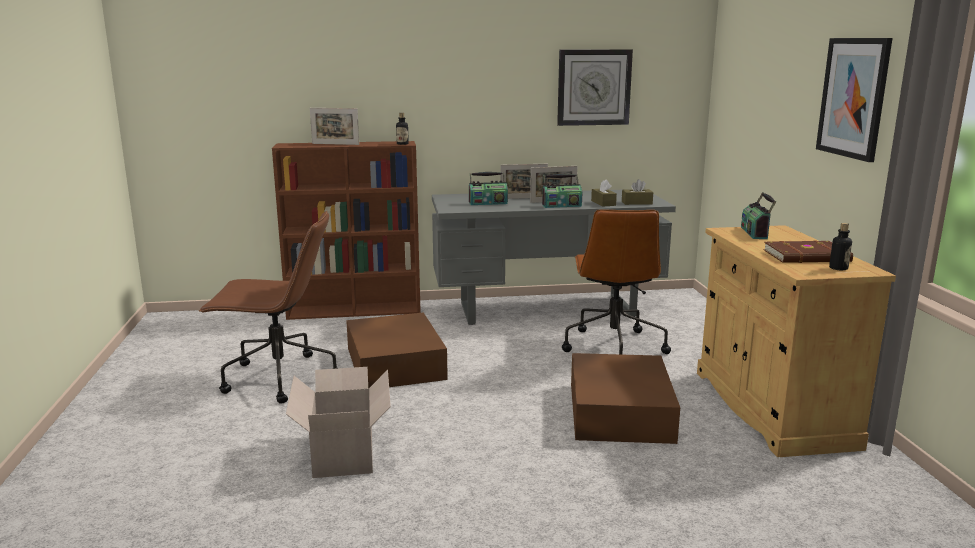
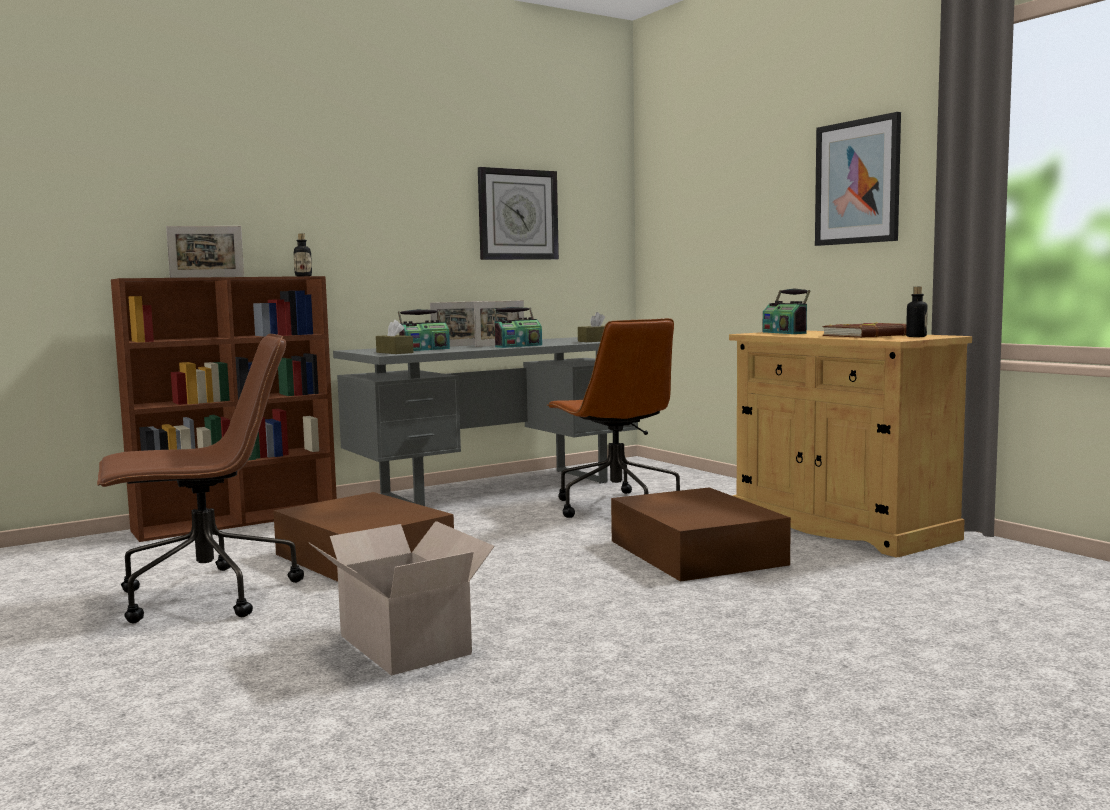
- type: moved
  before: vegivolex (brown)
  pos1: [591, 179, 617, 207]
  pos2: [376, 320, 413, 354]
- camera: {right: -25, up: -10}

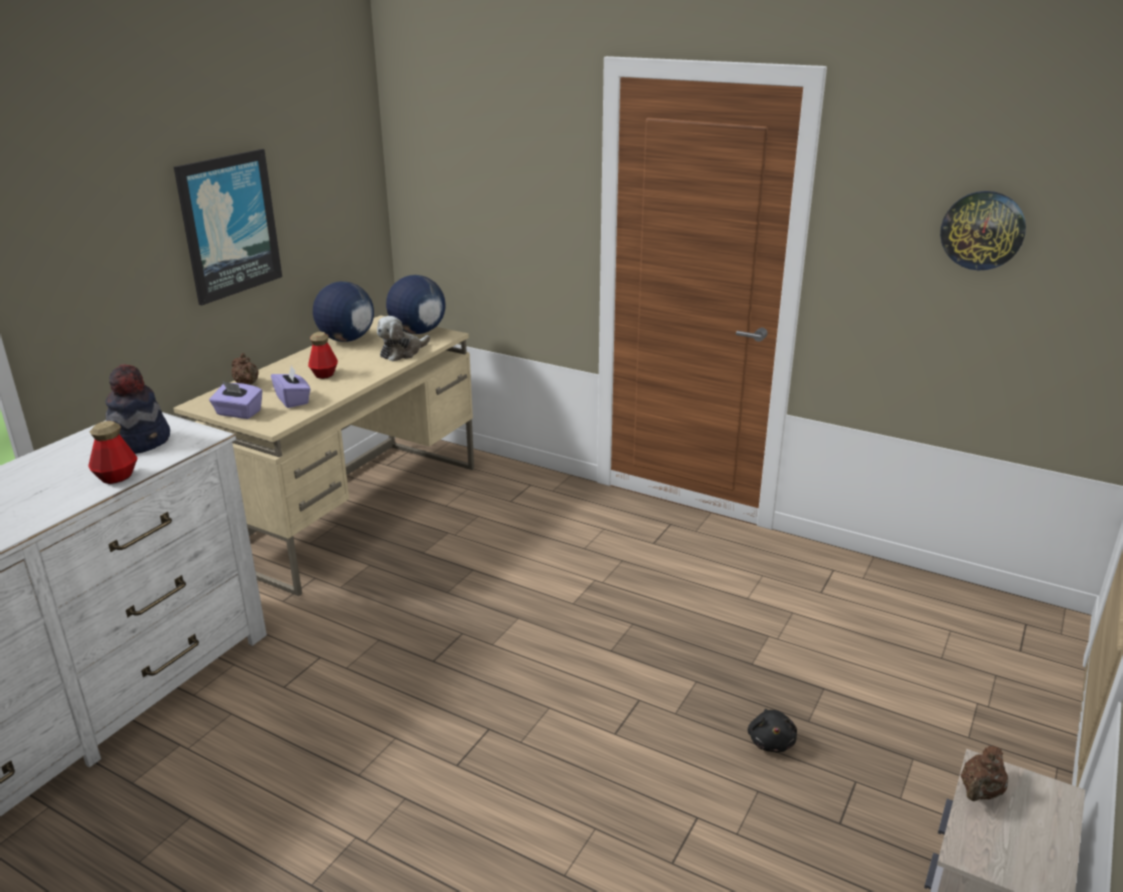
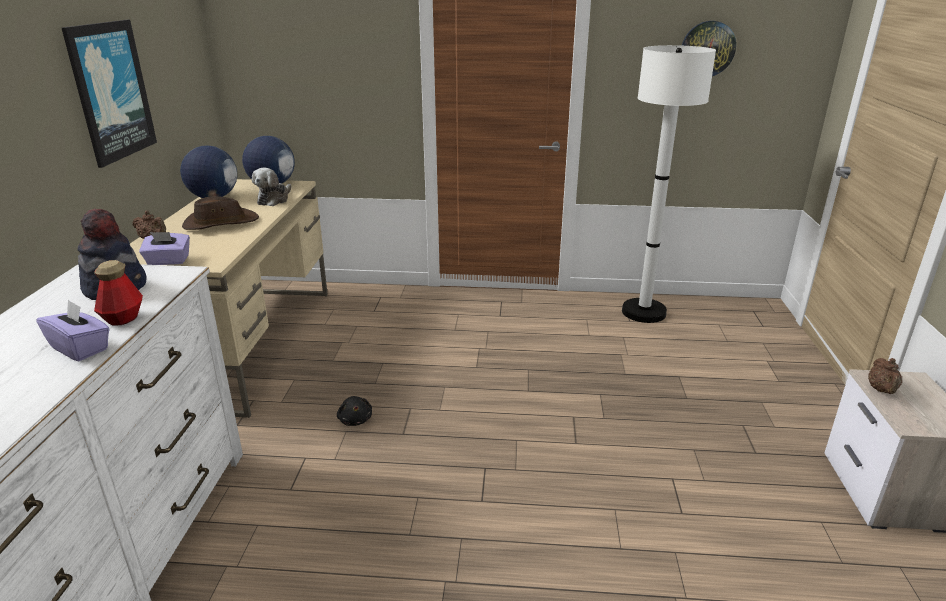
- type: moved
  before: vegivolex (purple)
  pos1: [271, 366, 311, 408]
  pos2: [37, 299, 109, 361]
- type: replaced
  before: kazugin
  after: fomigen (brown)
  pos1: [308, 332, 338, 379]
  pos2: [182, 196, 259, 230]
- type: moved
  before: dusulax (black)
  pos1: [748, 709, 797, 752]
  pos2: [337, 396, 372, 426]
- type: added
  after: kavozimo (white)
  pos2: [622, 45, 716, 323]
- camera: {right: -25, up: 0}

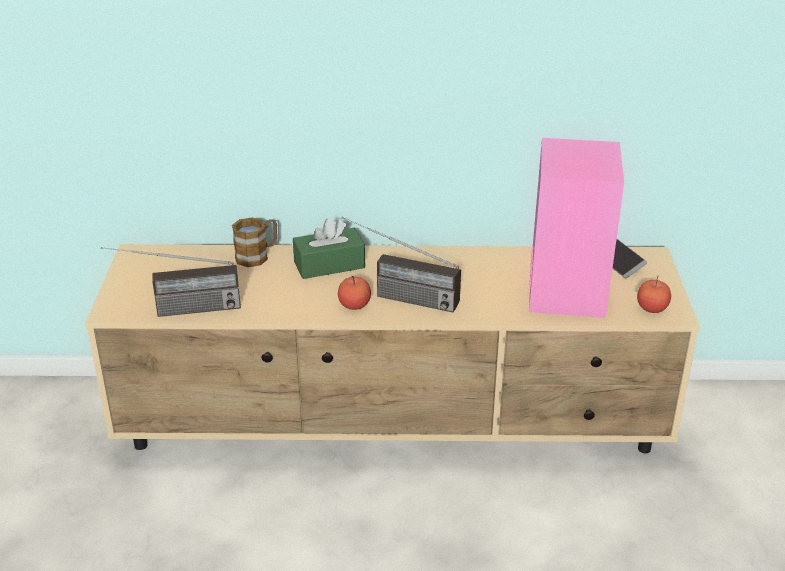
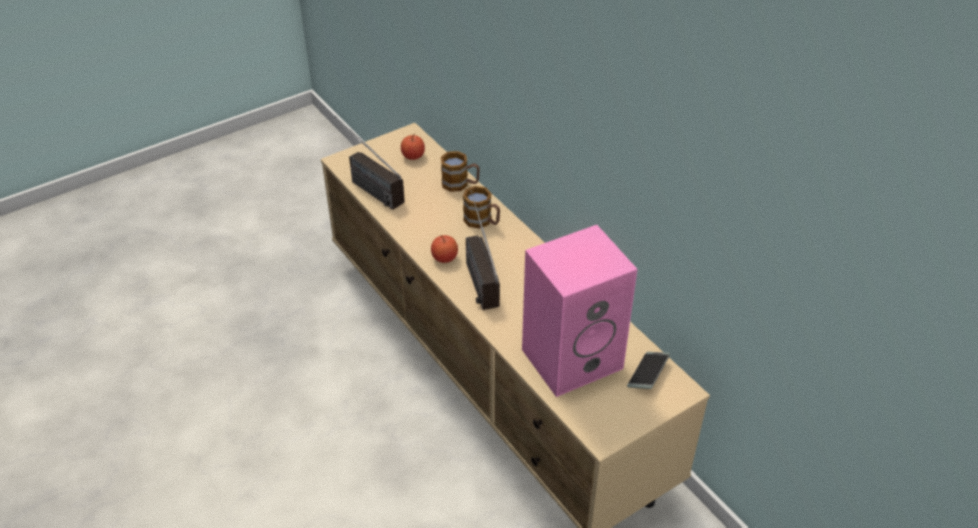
- type: moved
  before: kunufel
  pos1: [637, 276, 671, 313]
  pos2: [401, 133, 425, 160]
- type: replaced
  before: vegivolex (green)
  after: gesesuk
  pos1: [293, 218, 365, 279]
  pos2: [463, 186, 500, 229]
- camera: {right: 55, up: 10}

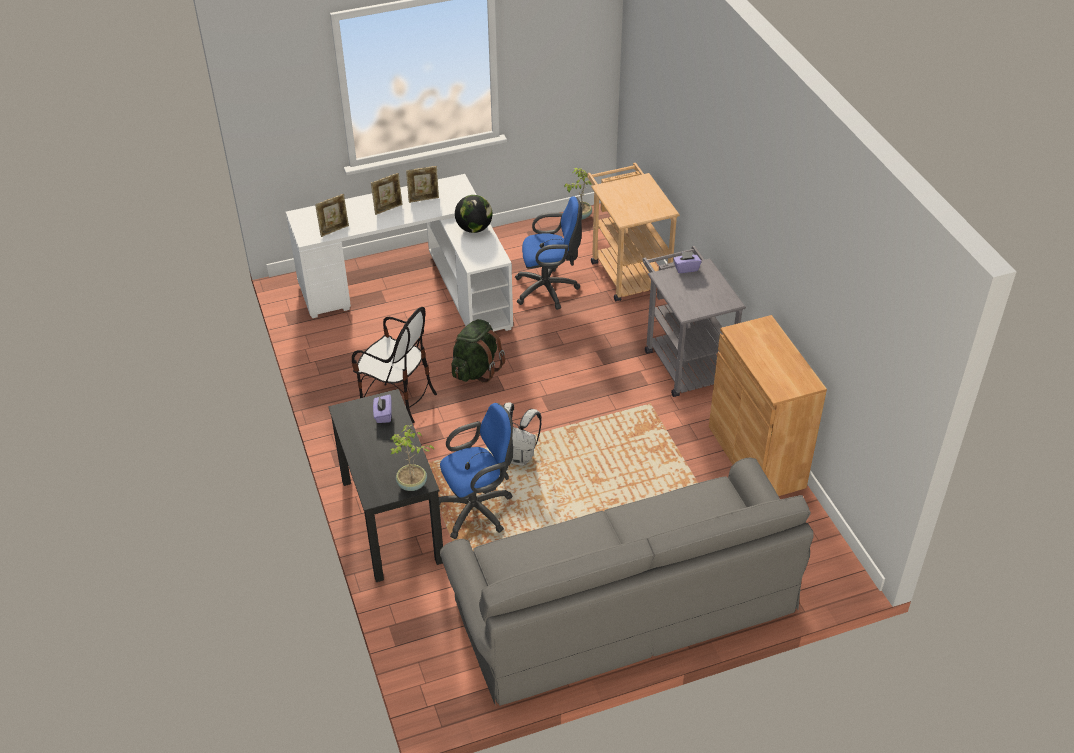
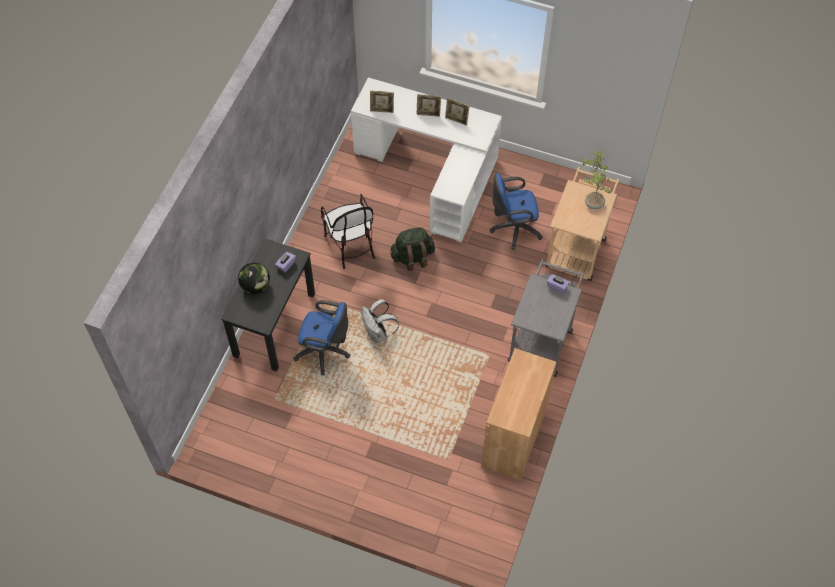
- type: moved
  before: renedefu
  pos1: [455, 195, 492, 233]
  pos2: [238, 263, 270, 294]
- type: turned
  before: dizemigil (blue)
  pos1: [515, 196, 582, 310]
  pos2: [490, 173, 543, 250]
  turn: 135
- type: moved
  before: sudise
  pos1: [390, 425, 434, 491]
  pos2: [585, 171, 611, 209]
- type: removed
  before: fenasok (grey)
  pos1: [440, 458, 814, 706]
- camera: {right: 40, up: 15}

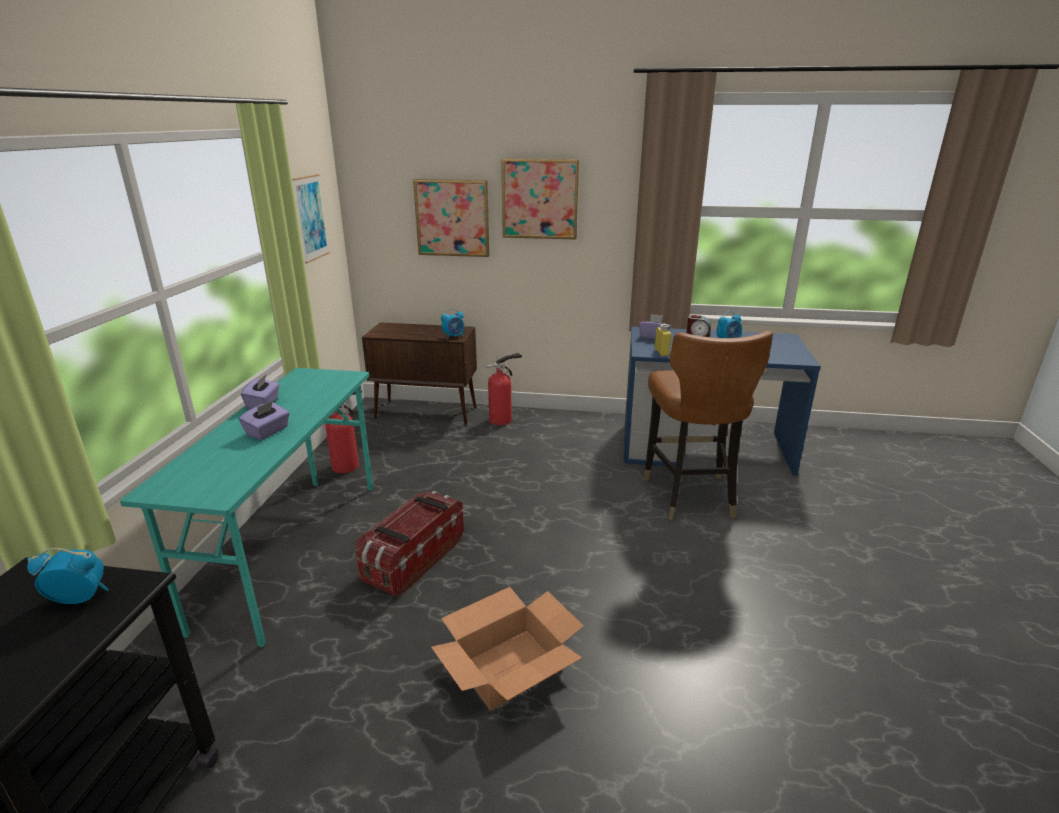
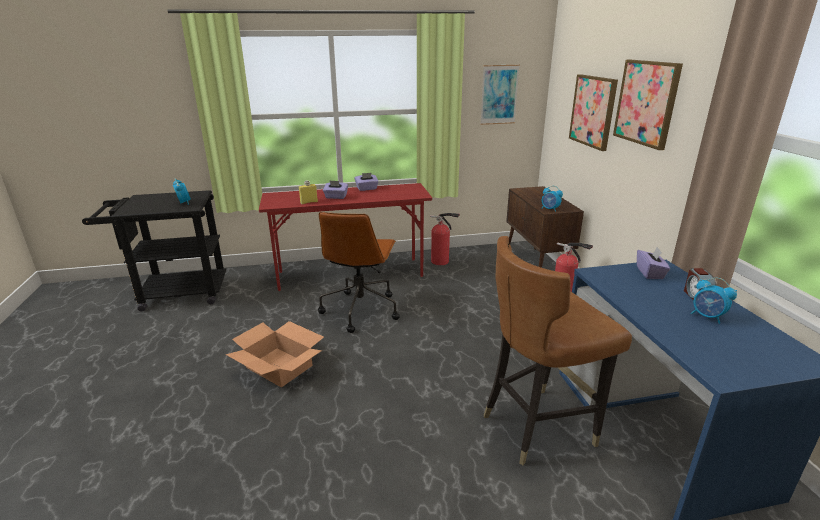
- type: recoloured
  before: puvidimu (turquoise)
  after: puvidimu (red)
  pos1: [120, 368, 373, 647]
  pos2: [259, 183, 432, 291]
- type: moved
  before: kazugin (yellow)
  pos1: [654, 324, 671, 356]
  pos2: [299, 180, 318, 204]
- type: replaced
  before: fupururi
  after: dizemigil (brown)
  pos1: [355, 491, 464, 597]
  pos2: [318, 212, 400, 333]
- camera: {right: 70, up: 0}

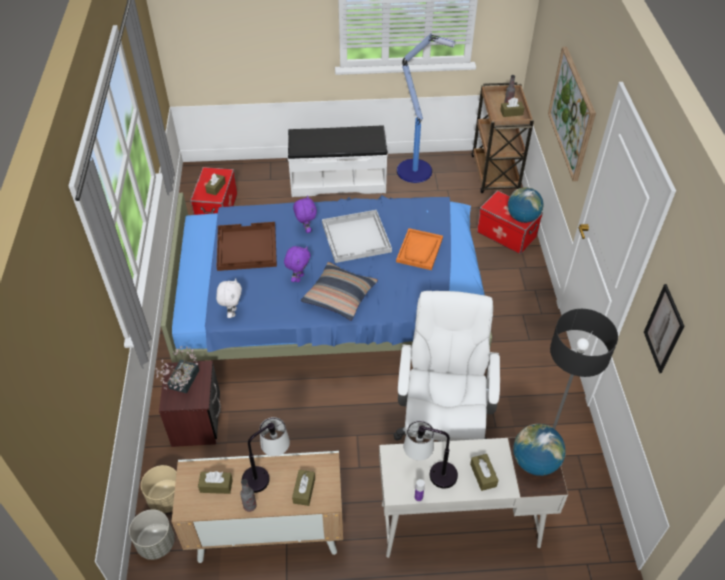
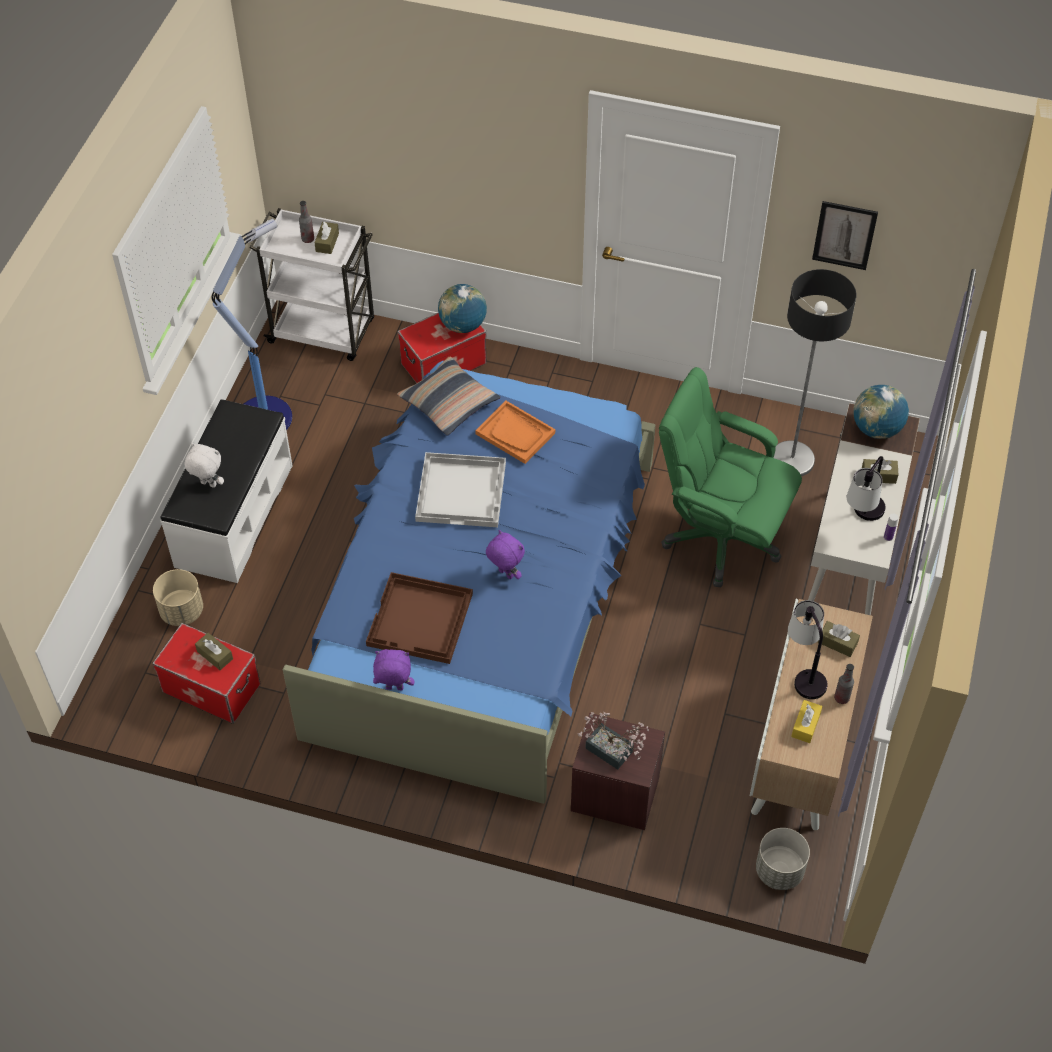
- type: moved
  before: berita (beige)
  pos1: [141, 465, 177, 513]
  pos2: [153, 569, 203, 626]
- type: moved
  before: dusulax (white)
  pos1: [216, 278, 242, 318]
  pos2: [185, 443, 224, 488]
- type: recoloured
  before: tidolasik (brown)
  after: tidolasik (white)
  pos1: [471, 82, 534, 193]
  pos2: [250, 208, 374, 361]
- type: moved
  before: dusulax (purple)
  pos1: [293, 195, 317, 233]
  pos2: [373, 649, 414, 690]
- type: moved
  before: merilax
  pos1: [301, 262, 378, 321]
  pos2: [397, 357, 501, 435]
- type: recoloured
  before: dizemigil (white)
  after: dizemigil (green)
  pos1: [394, 291, 500, 442]
  pos2: [659, 367, 802, 587]
- type: recoloured
  before: vegivolex (brown)
  after: vegivolex (yellow)
  pos1: [198, 471, 233, 494]
  pos2: [791, 700, 822, 743]
- type: removed
  before: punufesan
  pos1: [548, 47, 596, 181]
- camera: {right: -70, up: 5}

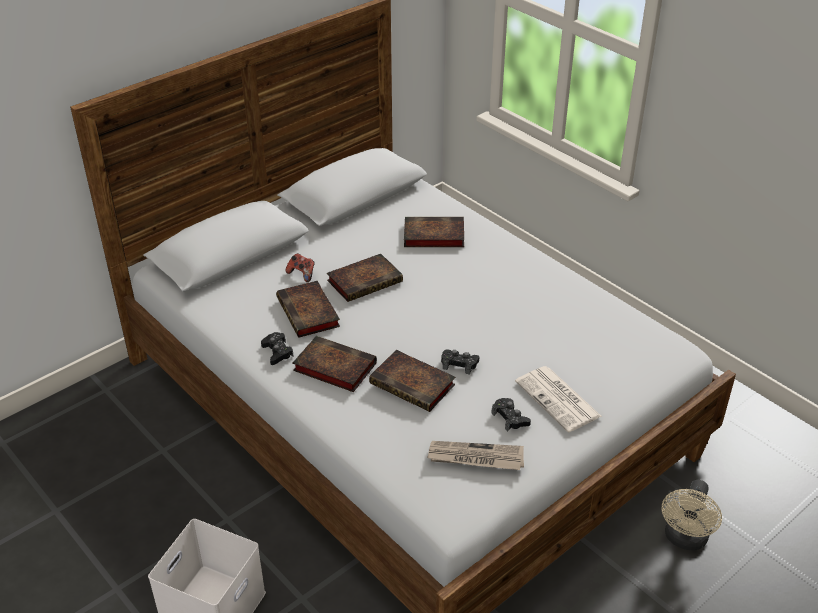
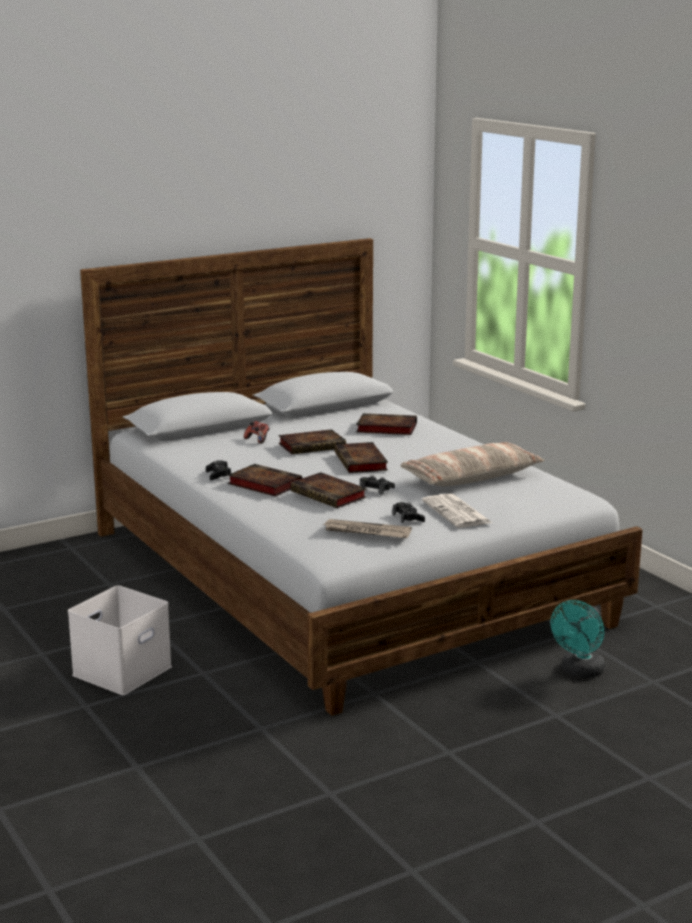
- type: moved
  before: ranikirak
  pos1: [276, 281, 340, 338]
  pos2: [334, 442, 388, 473]
- type: added
  after: merilax
  pos2: [400, 442, 545, 486]
- type: recoloured
  before: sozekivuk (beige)
  after: sozekivuk (turquoise)
  pos1: [661, 480, 722, 551]
  pos2: [550, 600, 605, 678]
- camera: {right: 10, up: -20}

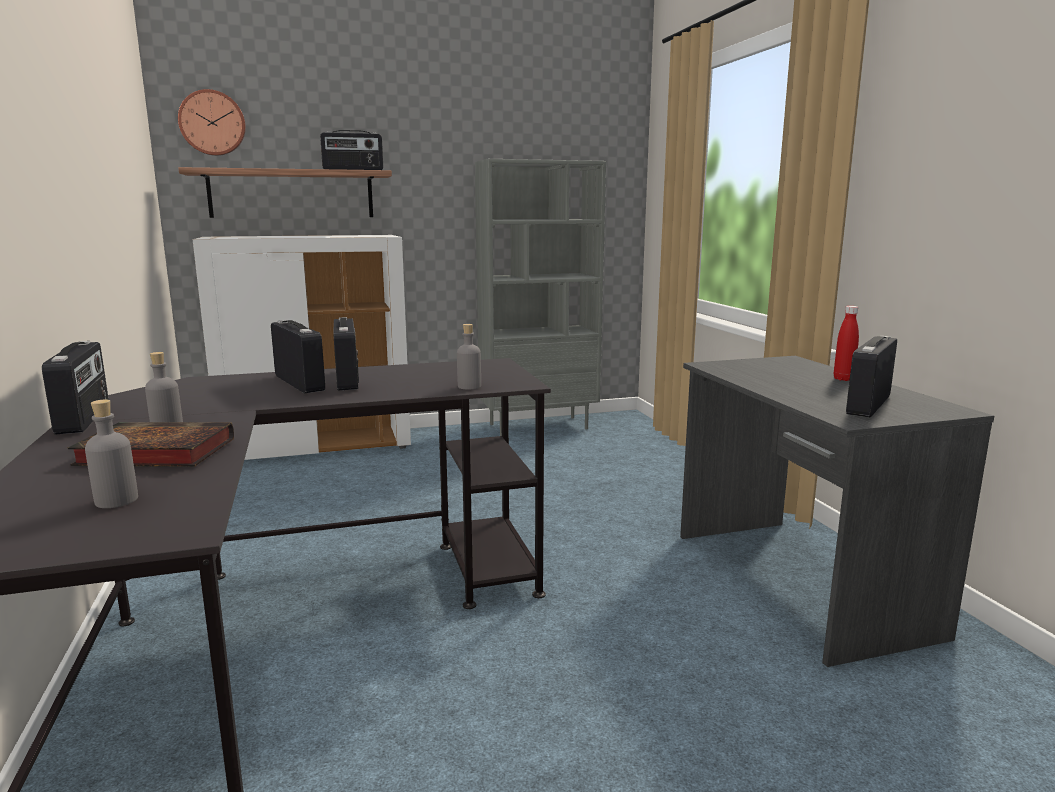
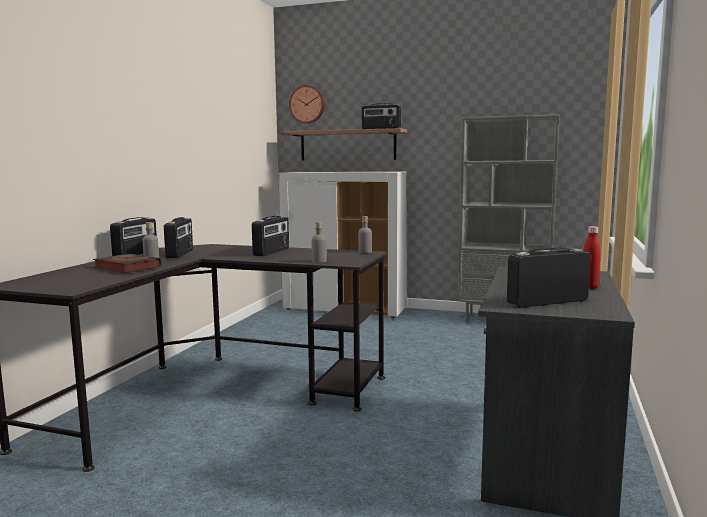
- type: moved
  before: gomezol
  pos1: [271, 320, 325, 393]
  pos2: [164, 217, 193, 259]
- type: moved
  before: kazugin (grey)
  pos1: [85, 399, 138, 508]
  pos2: [358, 216, 372, 253]
- camera: {right: 35, up: -5}

